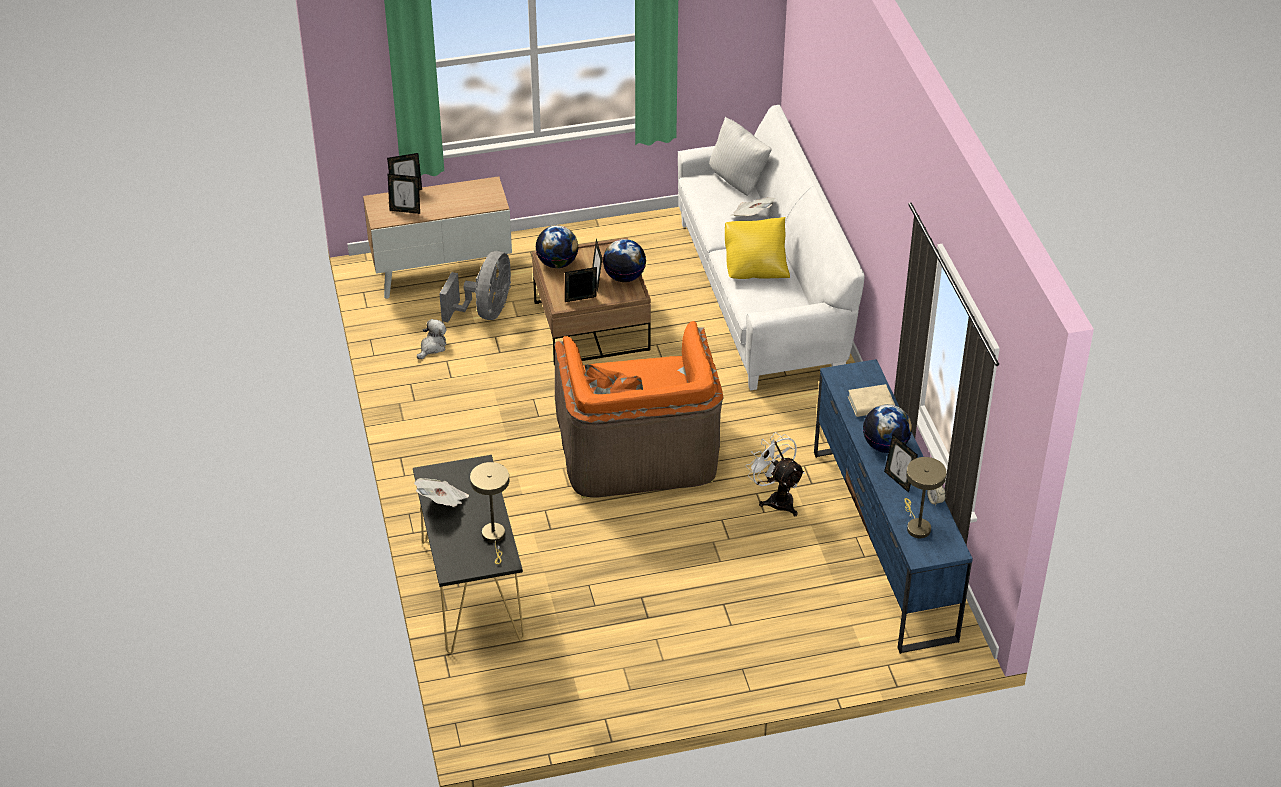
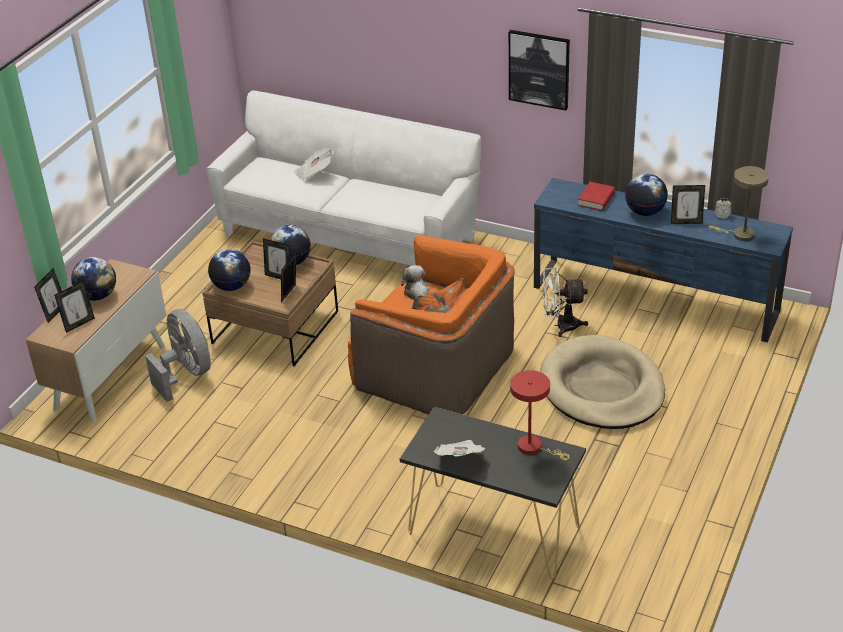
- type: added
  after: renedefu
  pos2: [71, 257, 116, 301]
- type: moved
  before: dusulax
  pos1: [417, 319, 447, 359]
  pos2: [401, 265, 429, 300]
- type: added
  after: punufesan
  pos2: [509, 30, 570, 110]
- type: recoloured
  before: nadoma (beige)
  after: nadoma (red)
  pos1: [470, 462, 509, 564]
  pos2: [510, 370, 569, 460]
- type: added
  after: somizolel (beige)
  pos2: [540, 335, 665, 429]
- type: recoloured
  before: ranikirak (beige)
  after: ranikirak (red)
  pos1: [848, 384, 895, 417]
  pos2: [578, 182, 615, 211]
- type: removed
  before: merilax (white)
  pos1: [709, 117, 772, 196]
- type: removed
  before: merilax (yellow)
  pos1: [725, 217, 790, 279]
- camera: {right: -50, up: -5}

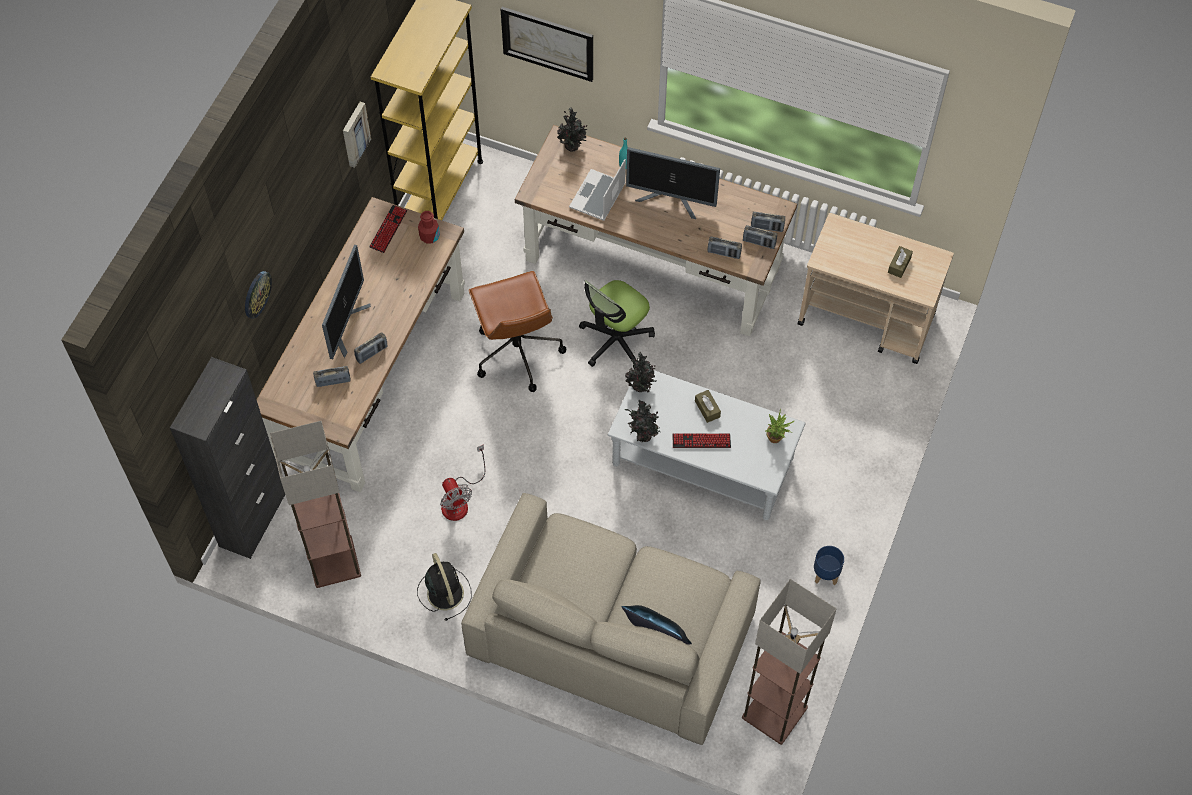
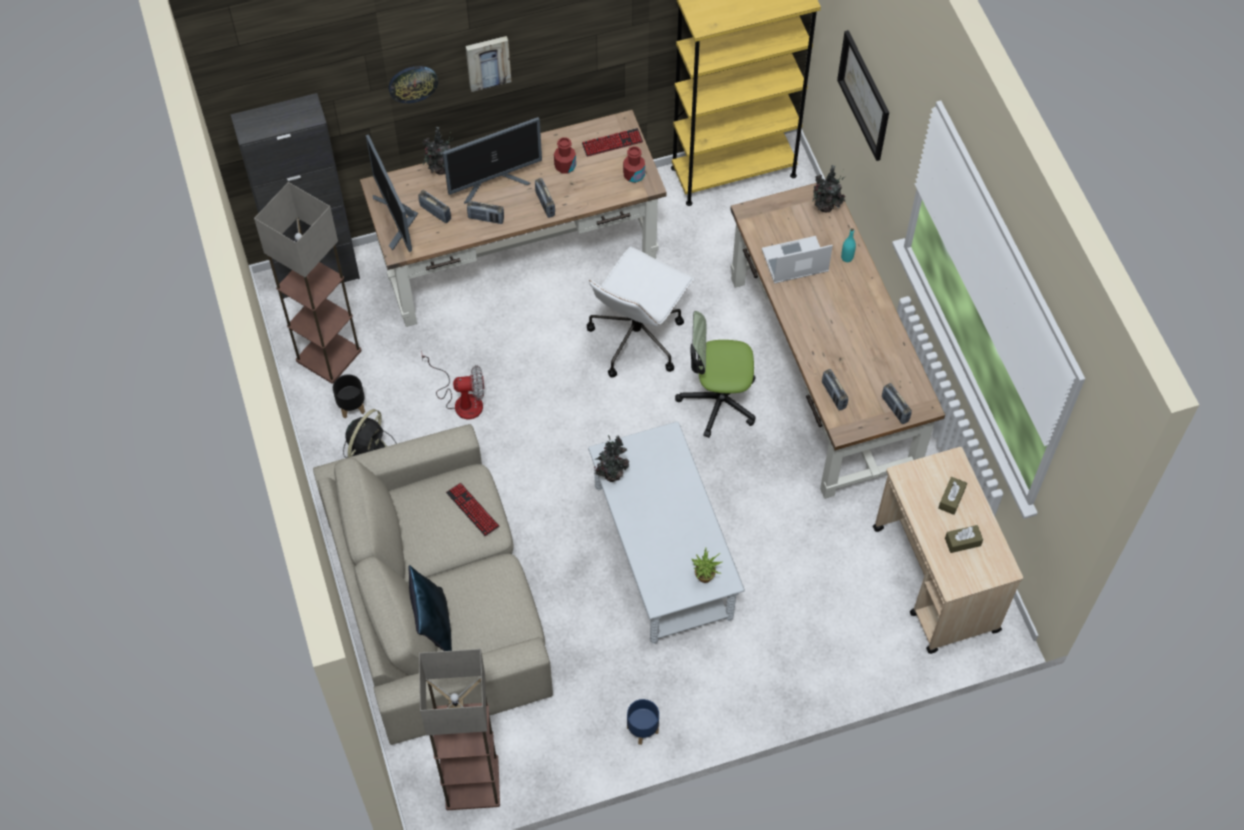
- type: added
  after: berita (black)
  pos2: [333, 374, 365, 419]
- type: moved
  before: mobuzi
  pos1: [626, 147, 720, 219]
  pos2: [366, 134, 418, 252]
- type: turned
  before: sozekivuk
  pos1: [440, 444, 485, 521]
  pos2: [421, 350, 484, 420]
  turn: -120
- type: moved
  before: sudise
  pos1: [625, 352, 657, 393]
  pos2: [423, 127, 453, 175]
- type: moved
  before: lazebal
  pos1: [672, 434, 731, 448]
  pos2: [446, 483, 500, 536]
- type: moved
  before: punufesan
  pos1: [343, 102, 371, 168]
  pos2: [466, 36, 511, 92]
- type: moved
  before: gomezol
  pos1: [743, 225, 777, 249]
  pos2: [535, 178, 555, 218]
- type: added
  after: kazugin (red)
  pos2: [554, 137, 576, 174]
- type: recoloured
  before: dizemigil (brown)
  after: dizemigil (white)
  pos1: [469, 271, 566, 392]
  pos2: [587, 247, 694, 378]
- type: moved
  before: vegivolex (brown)
  pos1: [695, 390, 721, 423]
  pos2: [938, 477, 967, 515]
- camera: {right: 50, up: 0}

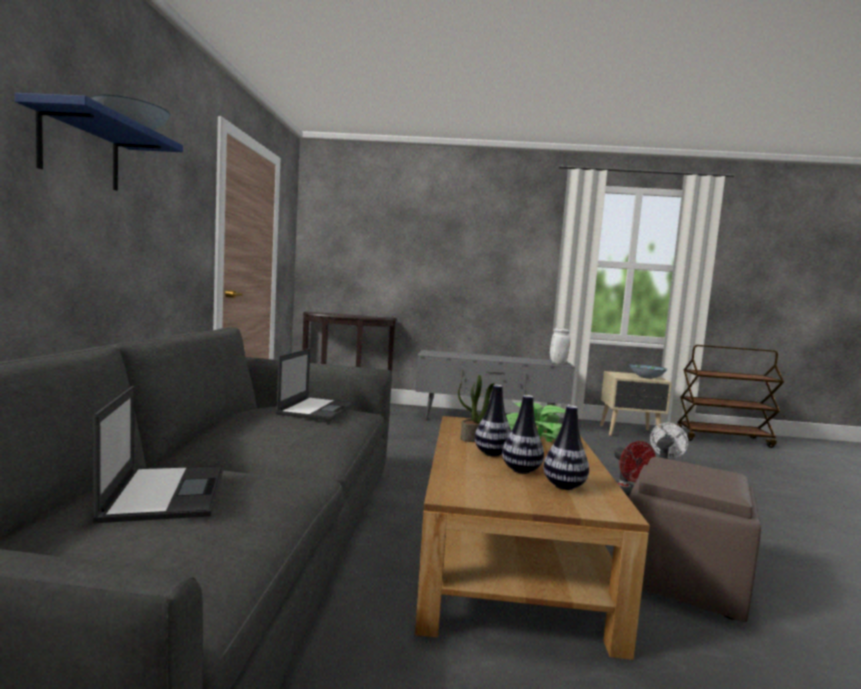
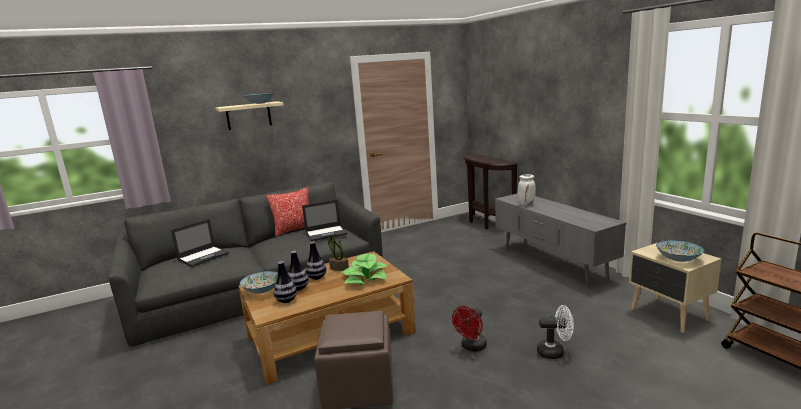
- type: recoloured
  before: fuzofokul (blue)
  after: fuzofokul (beige)
  pos1: [15, 93, 183, 191]
  pos2: [216, 101, 283, 130]
- type: added
  after: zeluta
  pos2: [240, 271, 278, 294]
- type: added
  after: merilax
  pos2: [266, 187, 309, 236]
- type: moved
  before: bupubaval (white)
  pos1: [550, 328, 570, 364]
  pos2: [518, 174, 536, 206]
- camera: {right: 60, up: 10}

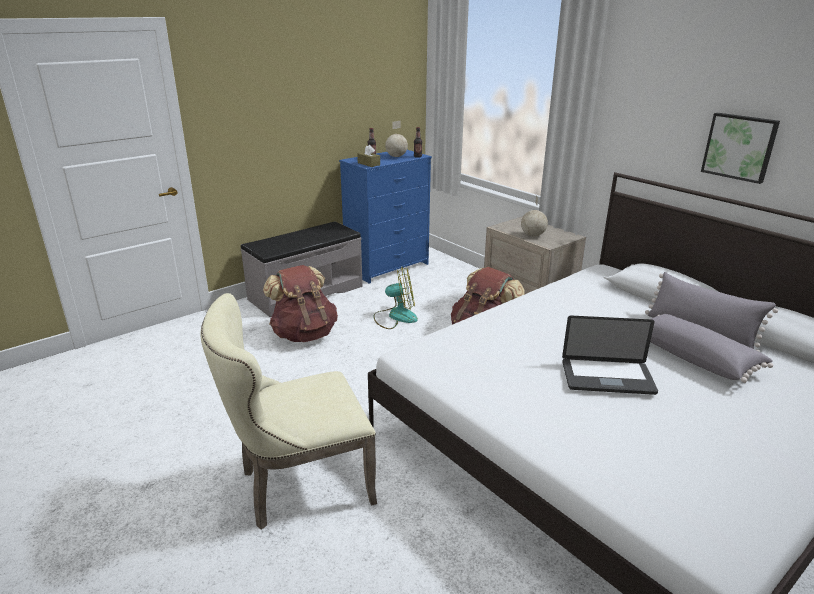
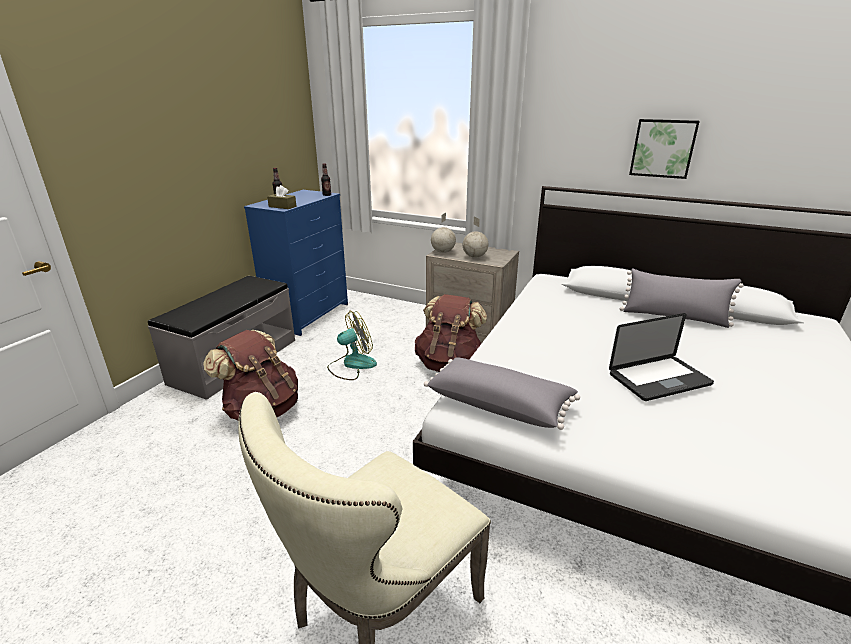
- type: moved
  before: merilax (grey)
  pos1: [650, 314, 773, 383]
  pos2: [424, 357, 580, 430]
- type: moved
  before: renedefu
  pos1: [385, 121, 408, 157]
  pos2: [431, 213, 456, 253]
- camera: {right: -25, up: 0}

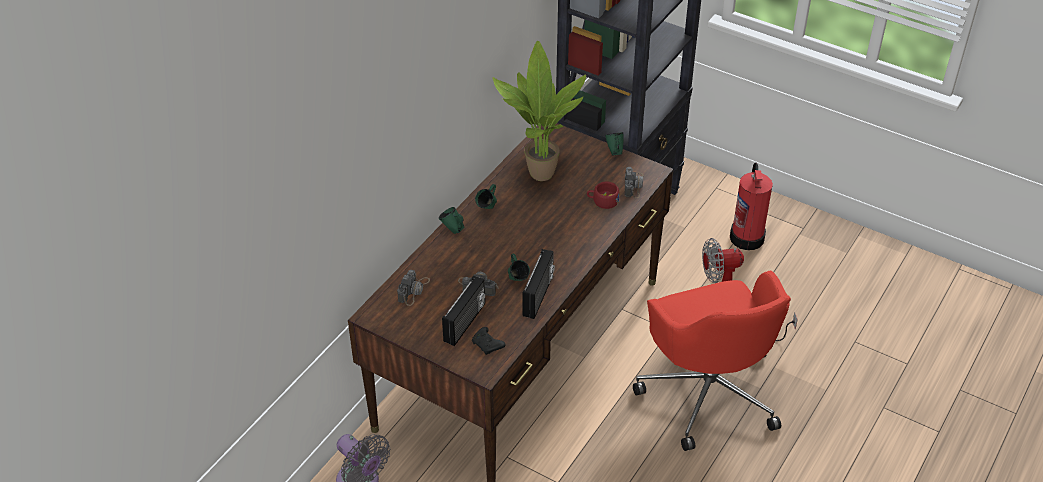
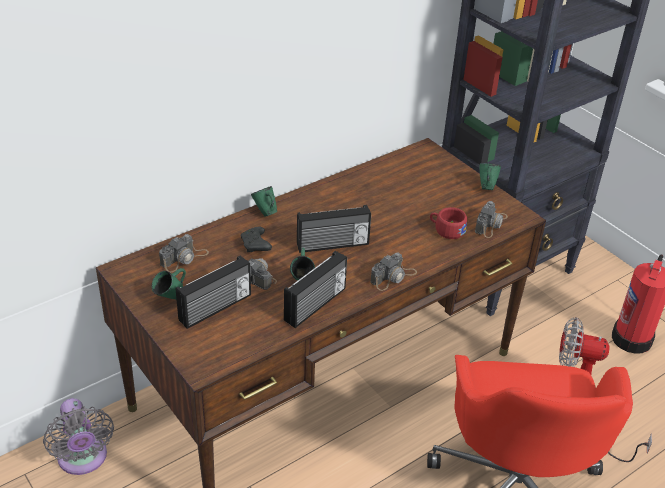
- type: moved
  before: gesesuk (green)
  pos1: [475, 184, 497, 209]
  pos2: [152, 268, 186, 299]
- type: moved
  before: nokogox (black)
  pos1: [472, 327, 506, 355]
  pos2: [241, 227, 272, 252]
- type: added
  after: gomezol
  pos2: [297, 205, 371, 253]
- type: added
  after: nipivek
  pos2: [370, 253, 417, 291]
- type: removed
  before: sudise
  pos1: [492, 41, 586, 181]
- camera: {right: 20, up: -5}

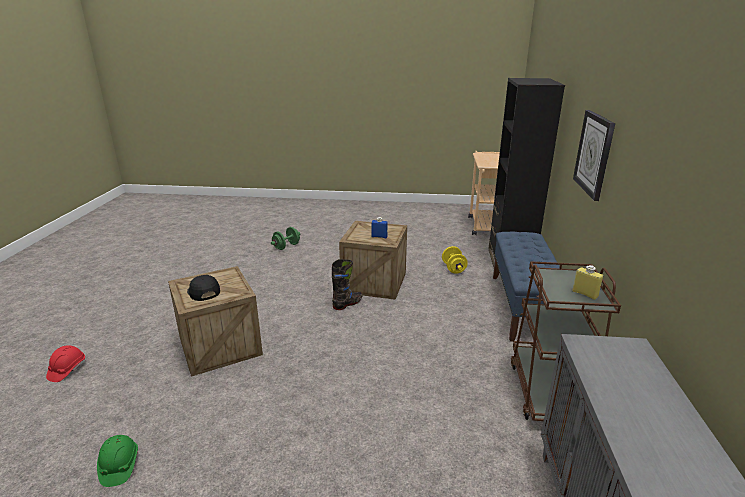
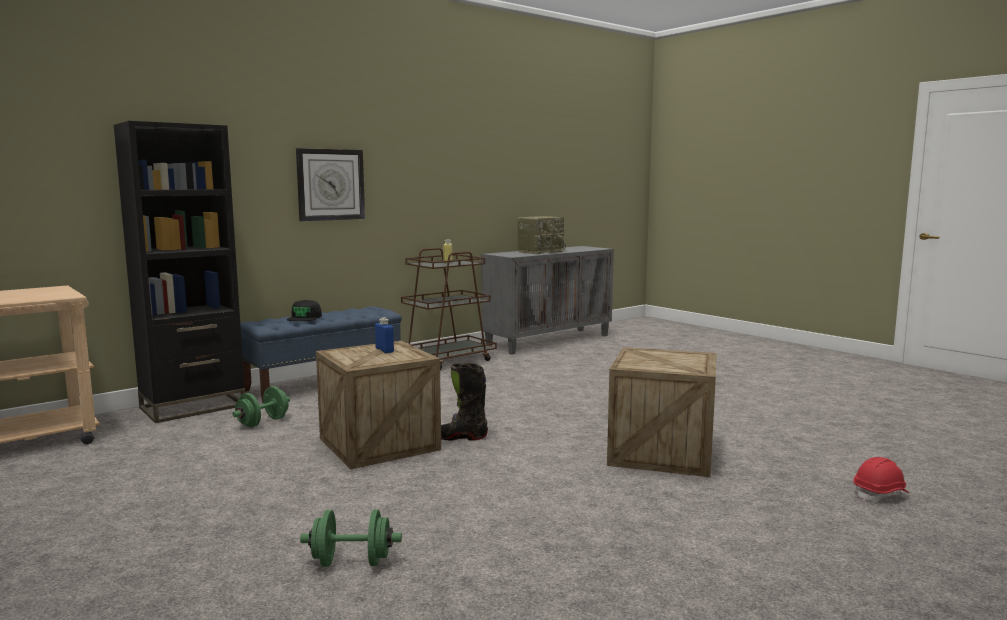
- type: recoloured
  before: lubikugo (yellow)
  after: lubikugo (green)
  pos1: [442, 246, 468, 274]
  pos2: [232, 386, 290, 428]
- type: moved
  before: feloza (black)
  pos1: [187, 275, 220, 301]
  pos2: [287, 300, 322, 321]
- type: added
  after: gomezol
  pos2: [518, 216, 566, 254]
- type: removed
  before: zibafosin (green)
  pos1: [97, 435, 138, 487]
- camera: {right: -135, up: -15}

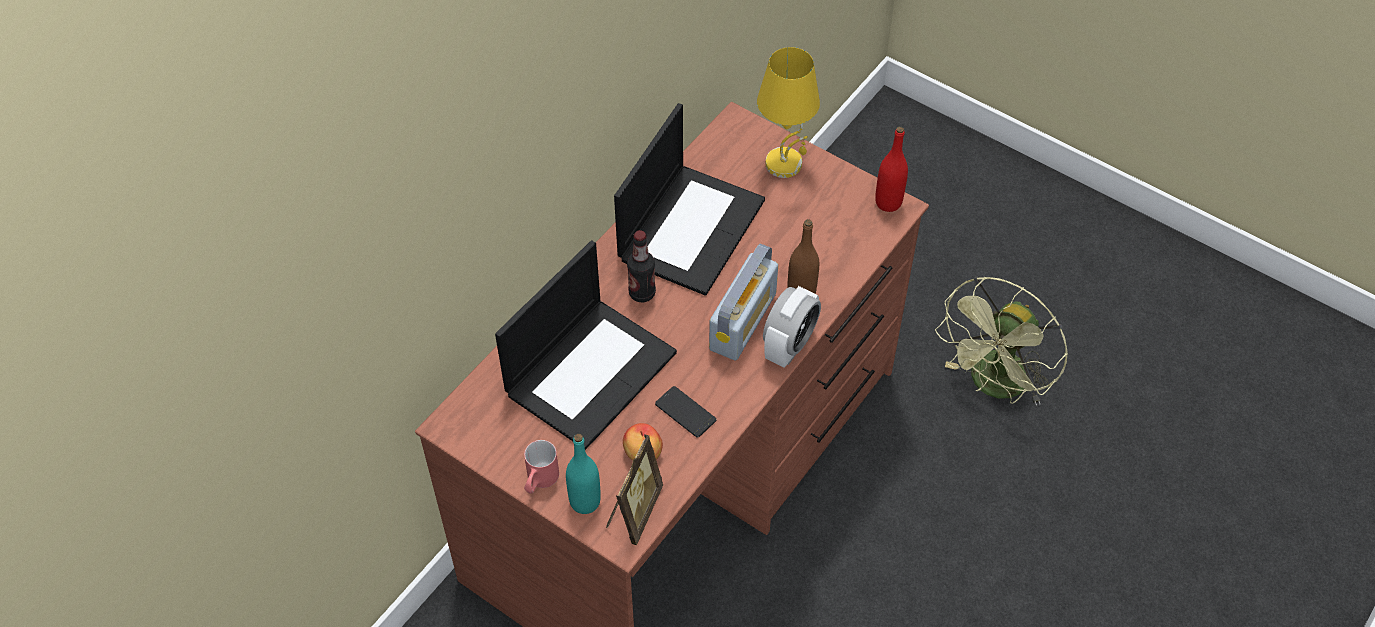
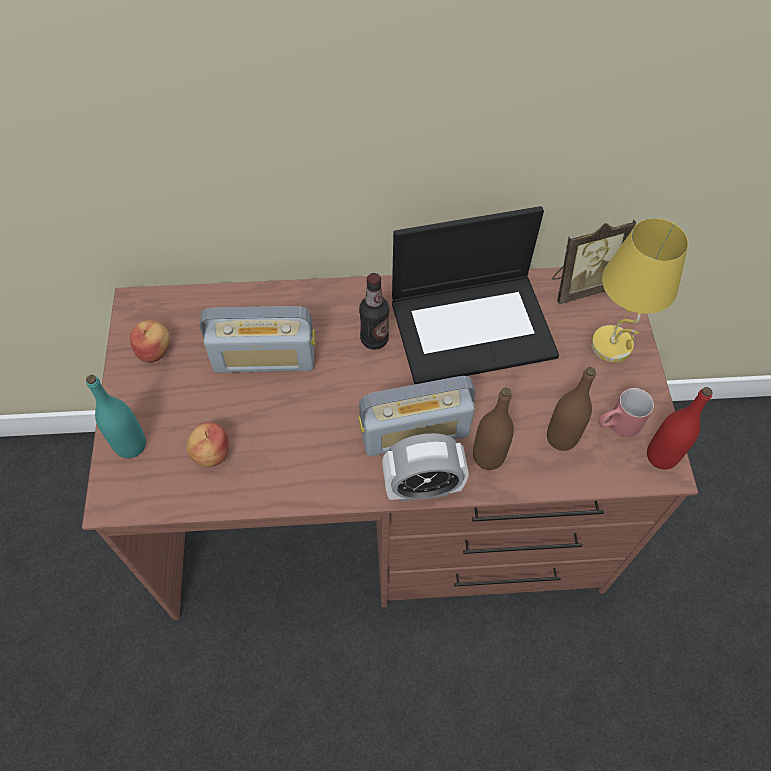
- type: added
  after: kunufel
  pos2: [130, 320, 170, 363]
- type: replaced
  before: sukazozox
  after: gomezol
  pos1: [495, 240, 677, 450]
  pos2: [200, 306, 315, 373]
- type: added
  after: kazugin (brown)
  pos2: [547, 367, 596, 451]
- type: moved
  before: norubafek
  pos1: [606, 434, 663, 545]
  pos2: [552, 220, 636, 304]
- type: moved
  before: gesesuk (red)
  pos1: [524, 440, 559, 494]
  pos2: [598, 388, 654, 437]
- type: removed
  before: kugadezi
  pos1: [655, 386, 716, 438]
- type: removed
  before: sozekivuk (green)
  pos1: [935, 276, 1068, 406]
- camera: {right: 50, up: 5}

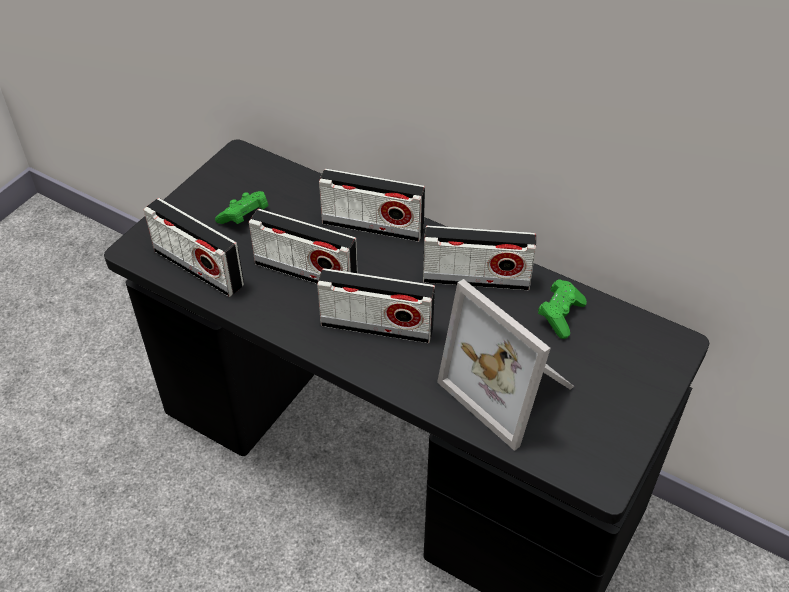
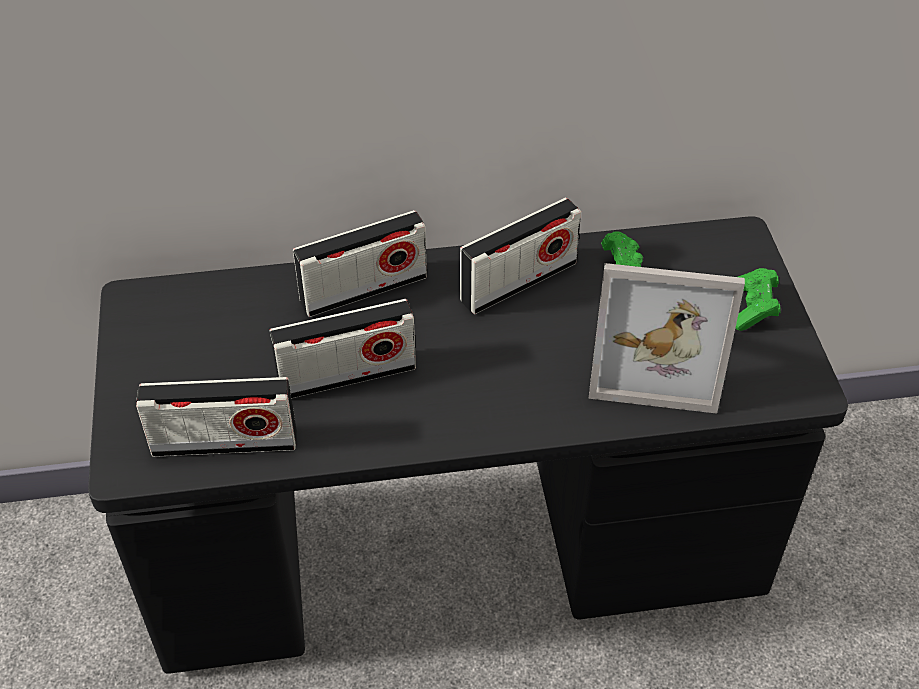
- type: moved
  before: nokogox (green)
  pos1: [215, 191, 269, 224]
  pos2: [735, 268, 780, 331]
- type: removed
  before: gomezol
  pos1: [317, 268, 435, 343]
- camera: {right: -40, up: 0}

